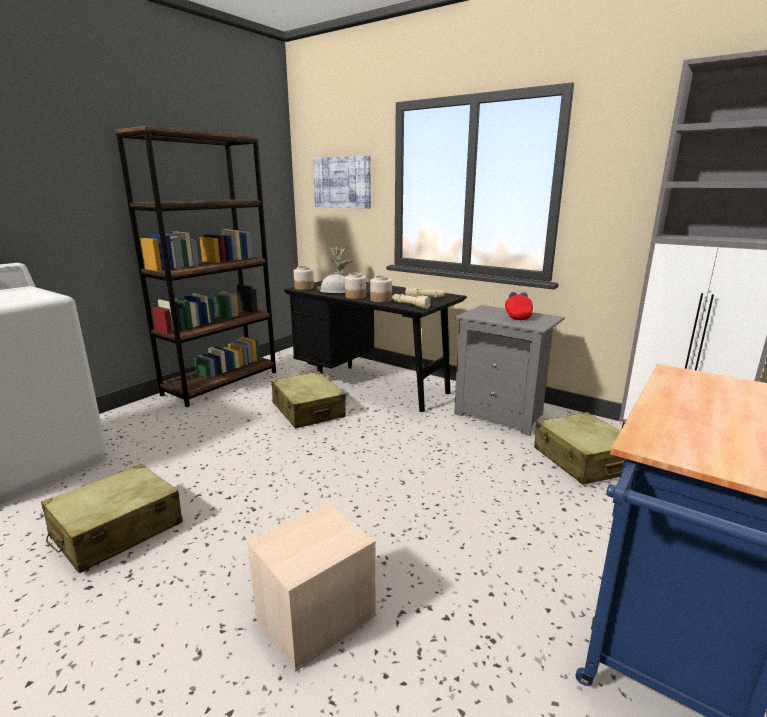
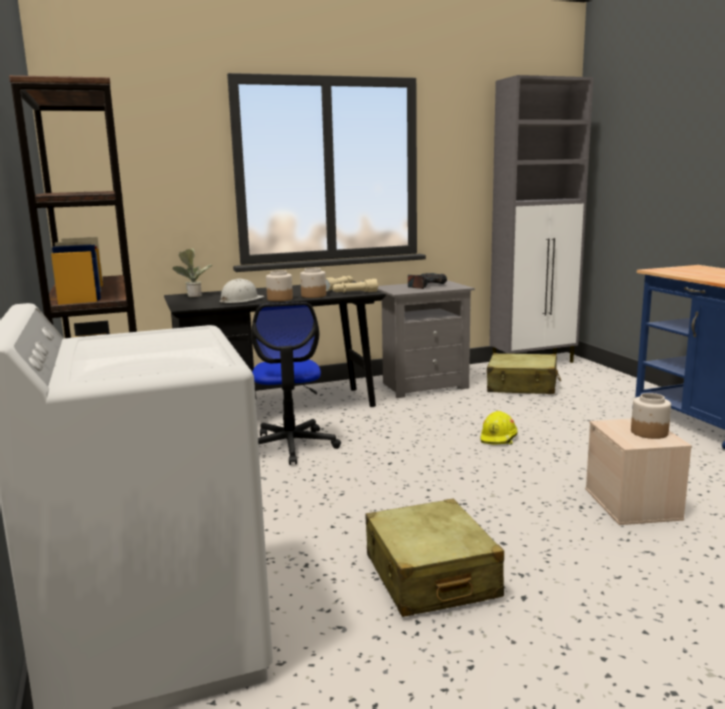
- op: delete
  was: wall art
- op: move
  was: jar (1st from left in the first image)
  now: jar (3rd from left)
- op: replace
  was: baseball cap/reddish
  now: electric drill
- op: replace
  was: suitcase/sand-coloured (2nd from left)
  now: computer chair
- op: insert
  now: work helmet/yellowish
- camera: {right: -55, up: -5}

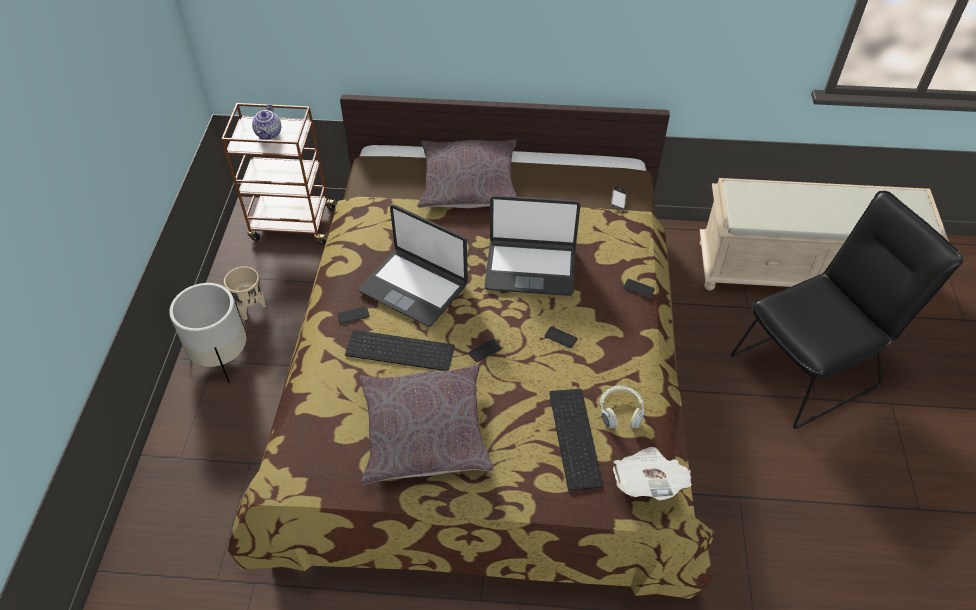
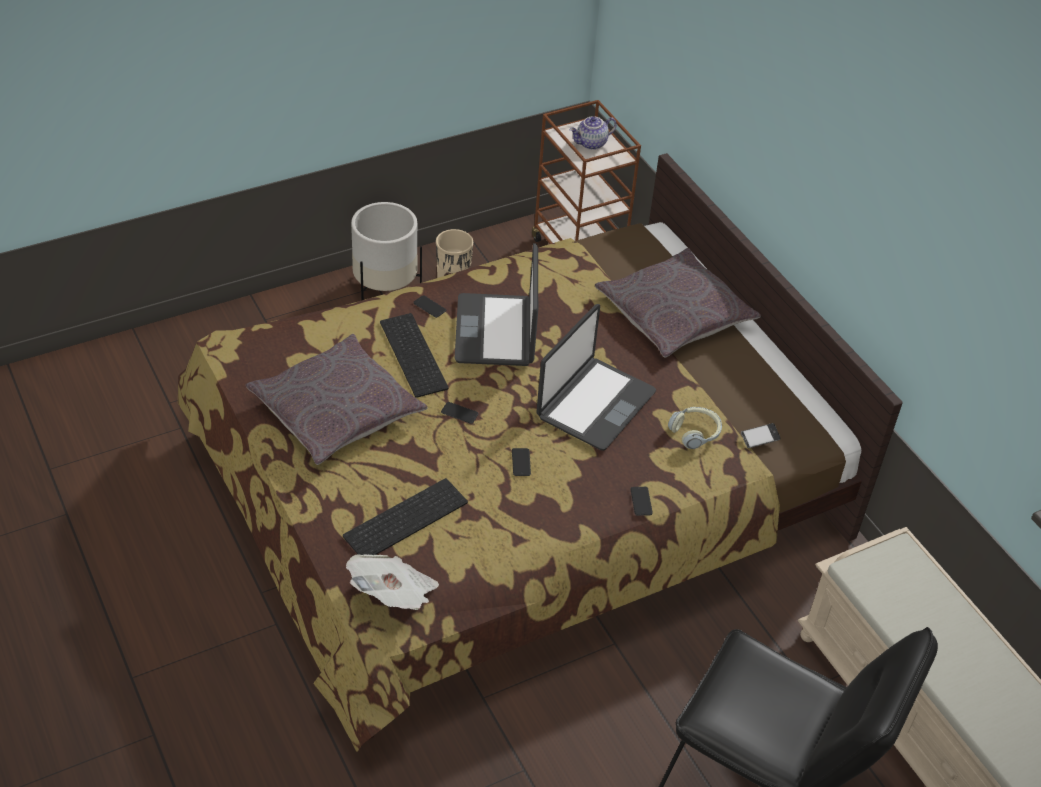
- op: rotate
  was: notebook computer (2nd from left)
  clockwise: -120
- op: move
  was: headphones
- camera: {right: 55, up: -5}

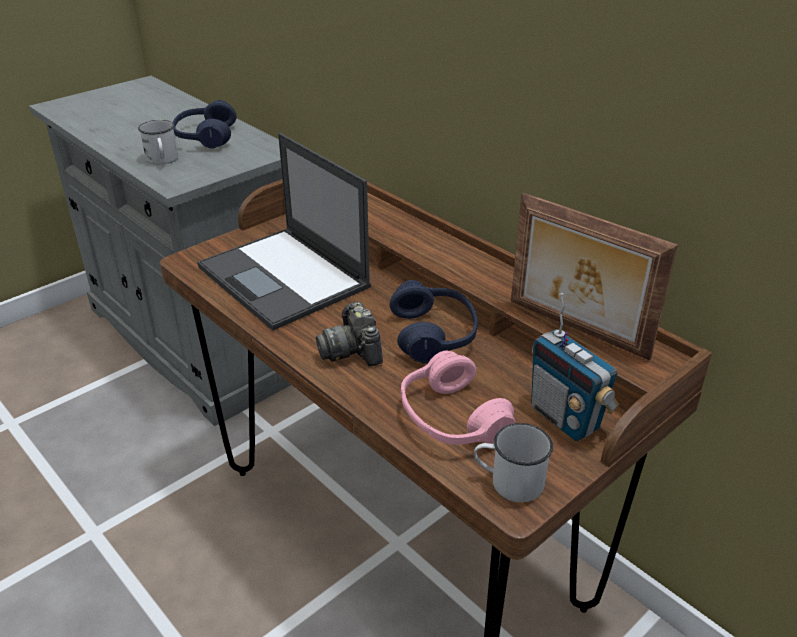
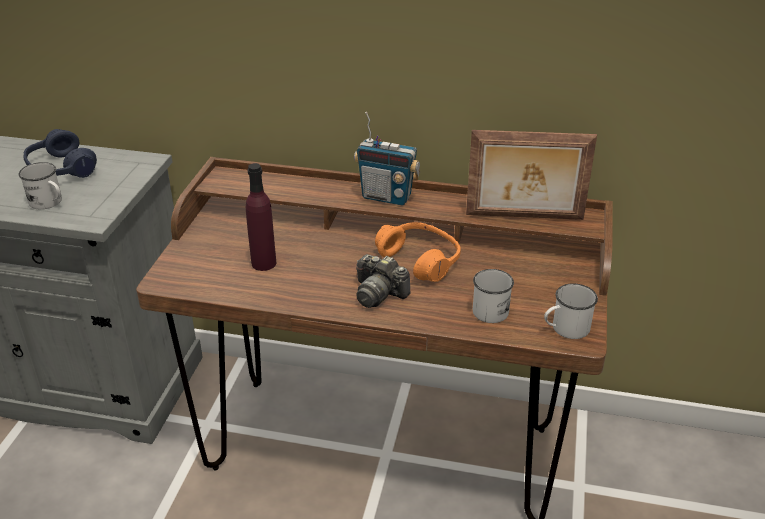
- op: replace
  was: notebook computer
  now: drink bottle/purple-coloured
- op: recolor
  was: headphones/blue-coloured (2nd from left)
  now: headphones/orange-coloured
- op: move
  was: radio receiver
- op: replace
  was: headphones/pink-coloured
  now: mug/white-coloured (2nd from left)
- camera: {right: -35, up: 0}

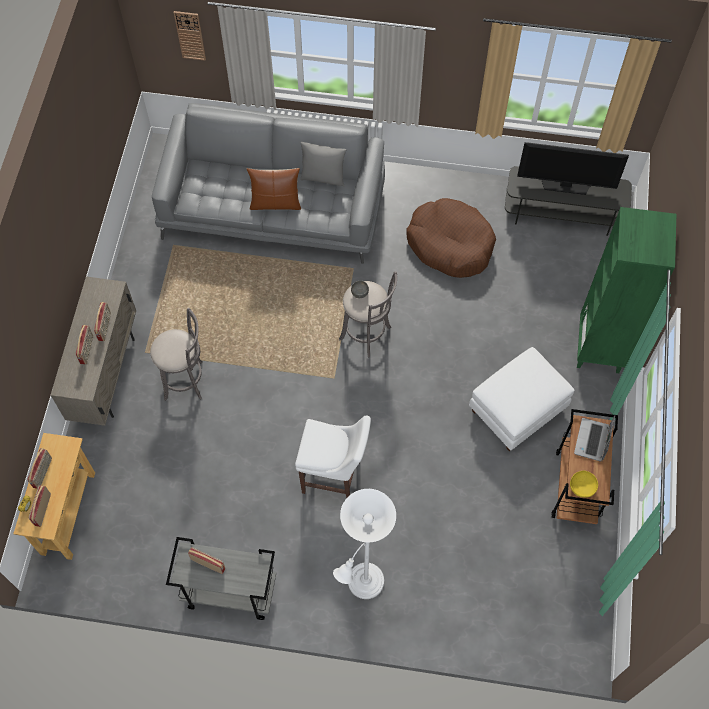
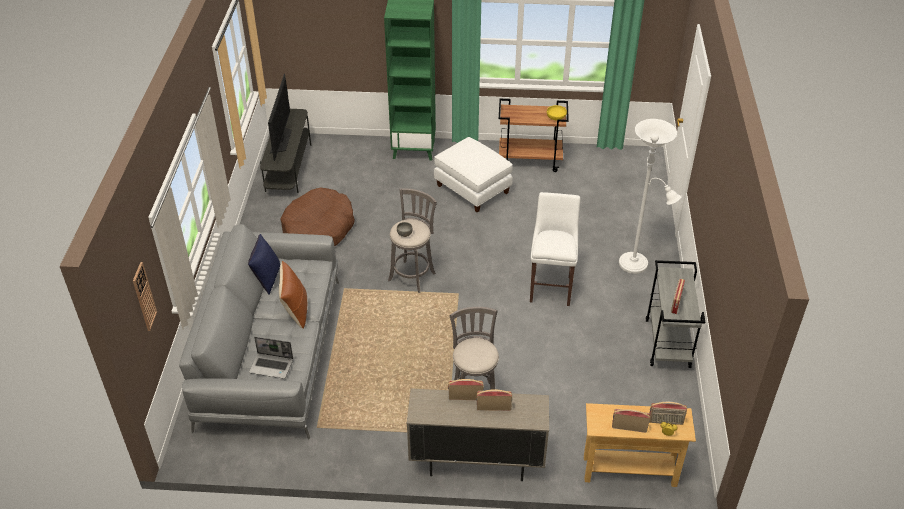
- op: recolor
  was: pillow/grey
  now: pillow/blue-coloured
- op: move
  was: notebook computer
- camera: {right: -95, up: -20}

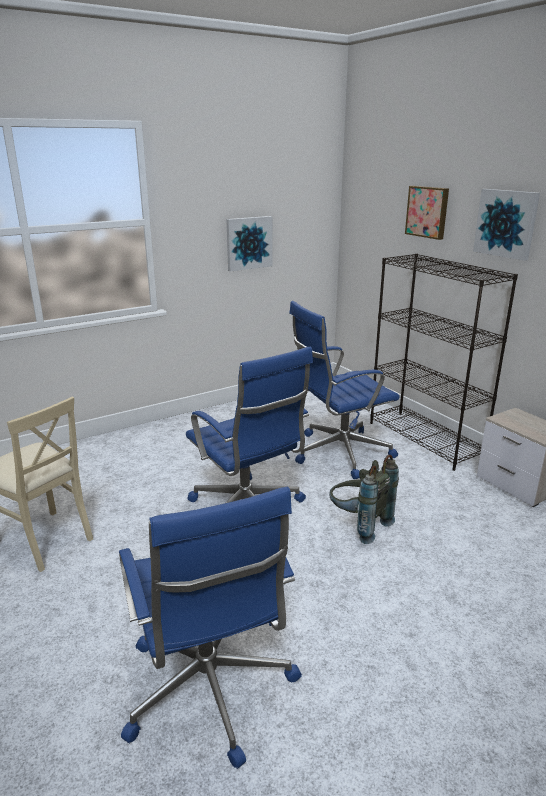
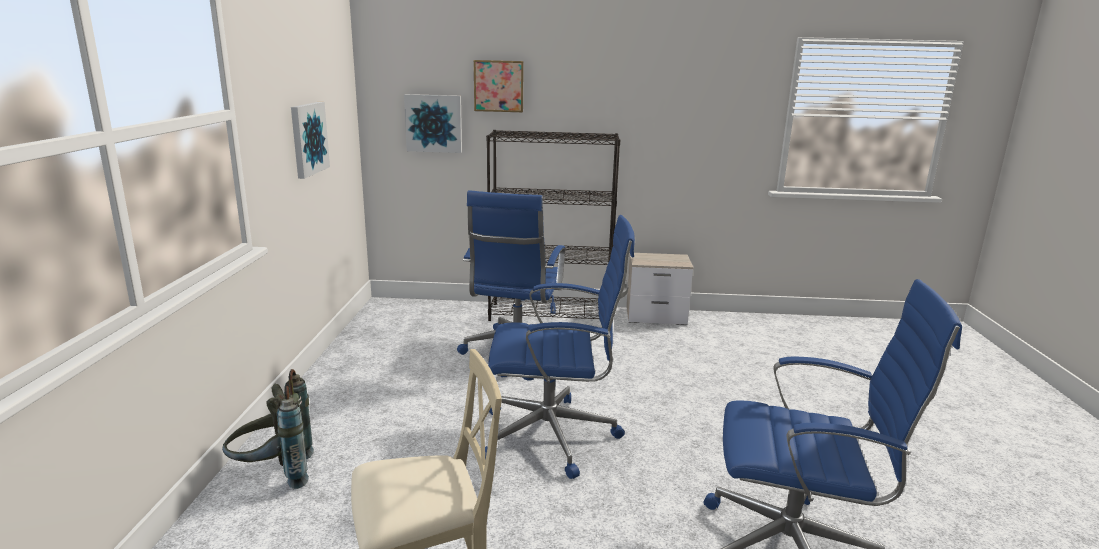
- op: move
  was: wall art (3rd from left in the first image)
  now: wall art (2nd from left)
- op: move
  was: backpack/grey
- camera: {right: -55, up: -5}

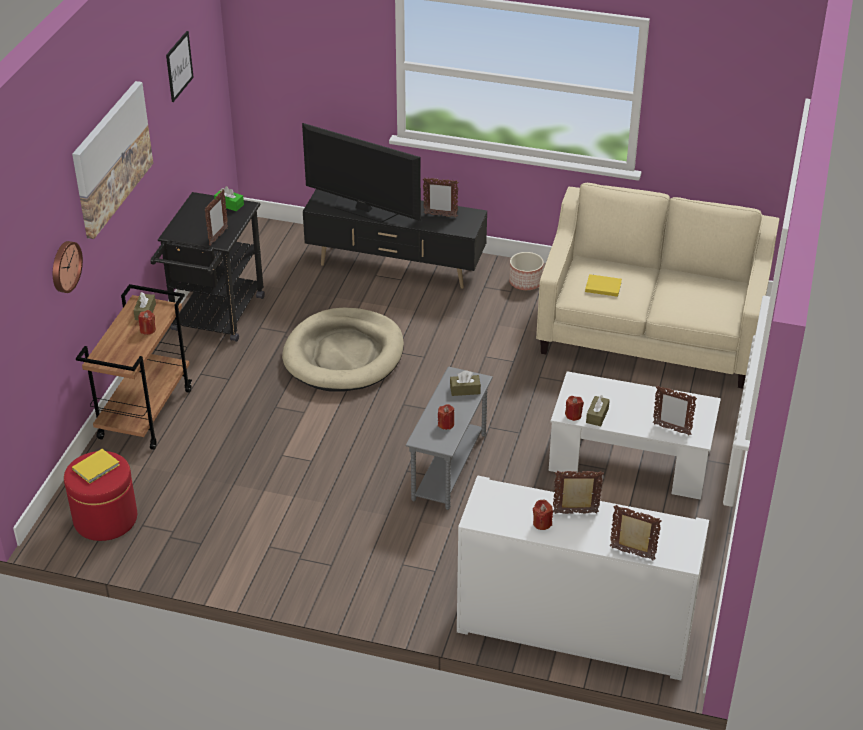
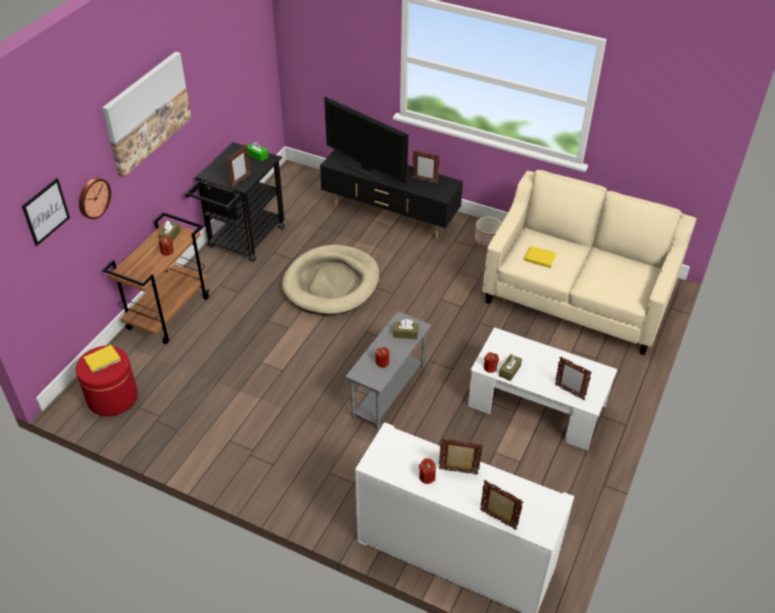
- op: move
  was: wall art (2nd from left in the first image)
  now: wall art (1st from left)
- camera: {right: 10, up: 5}

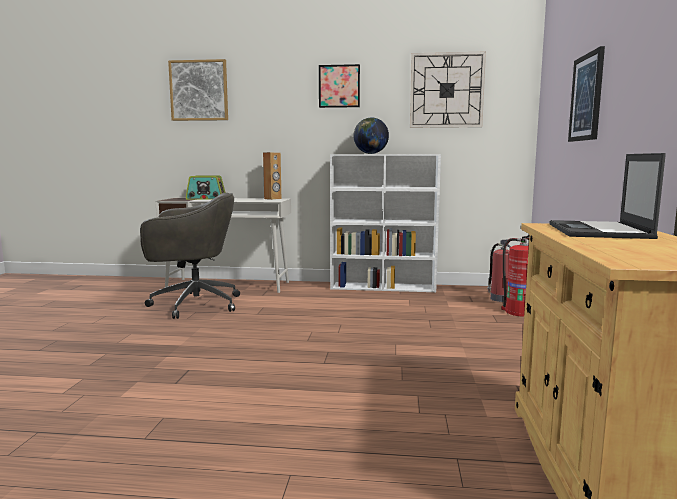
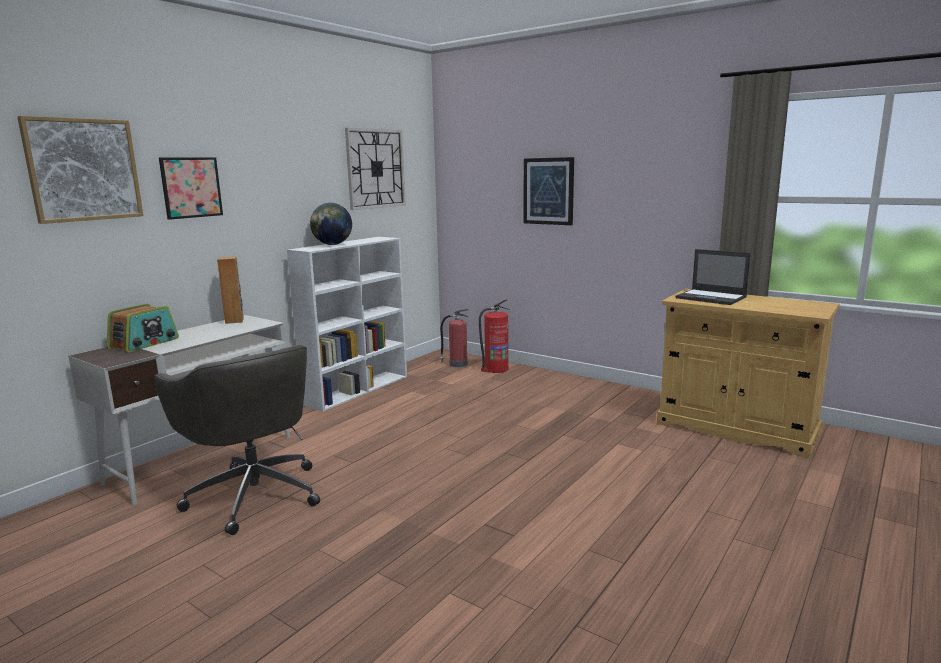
- op: move
  was: wall art (2nd from left)
- op: rotate
  was: computer chair/grey
  clockwise: 120
- camera: {right: -60, up: 5}

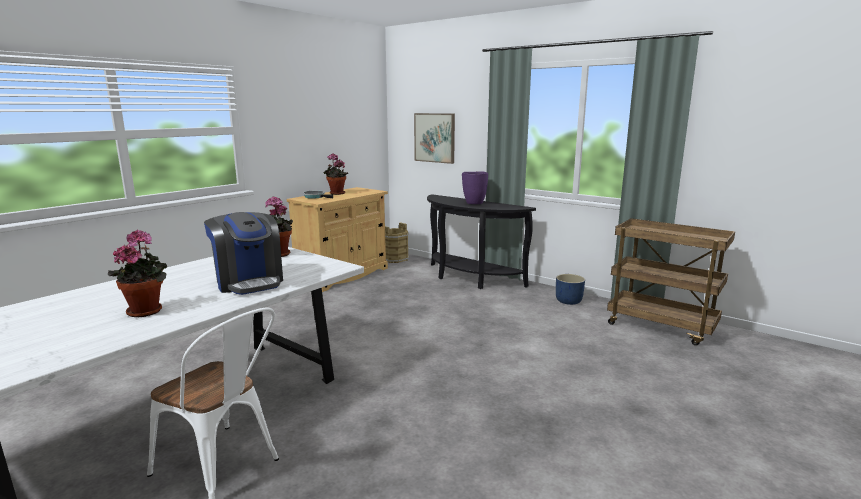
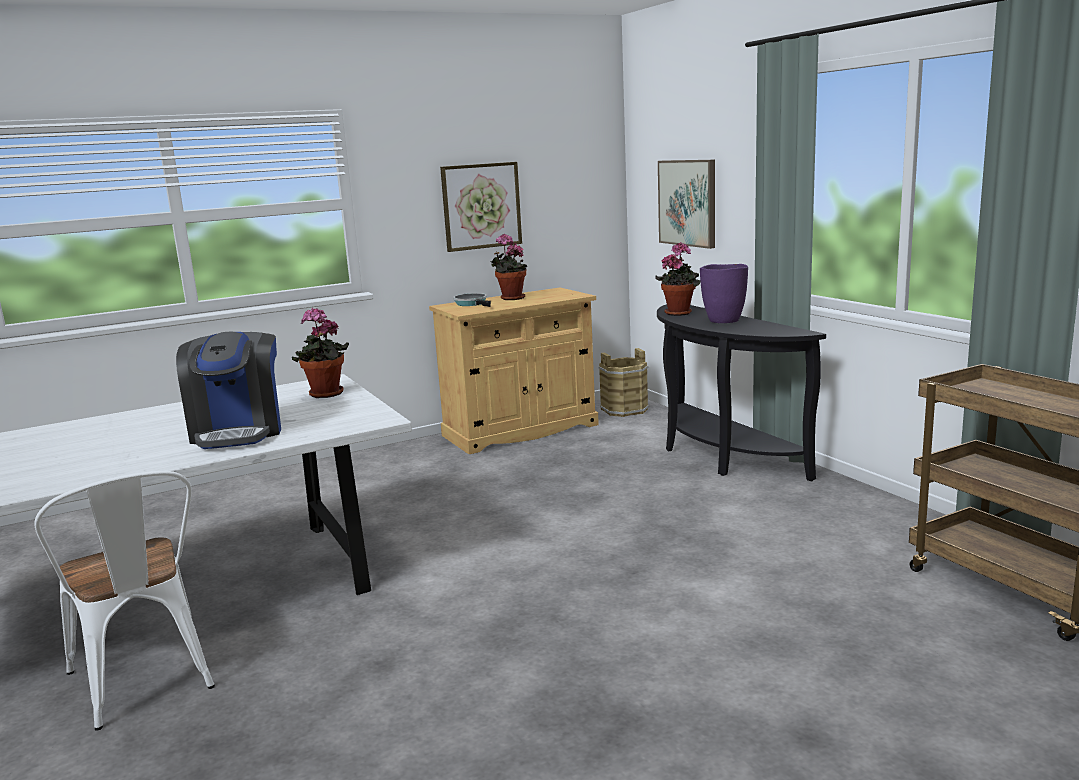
- op: move
  was: potted plant (1st from left in the first image)
  now: potted plant (3rd from left)
- op: delete
  was: flower pot/blue-coloured
- op: insert
  now: wall art (1st from left)
- camera: {right: 25, up: 0}

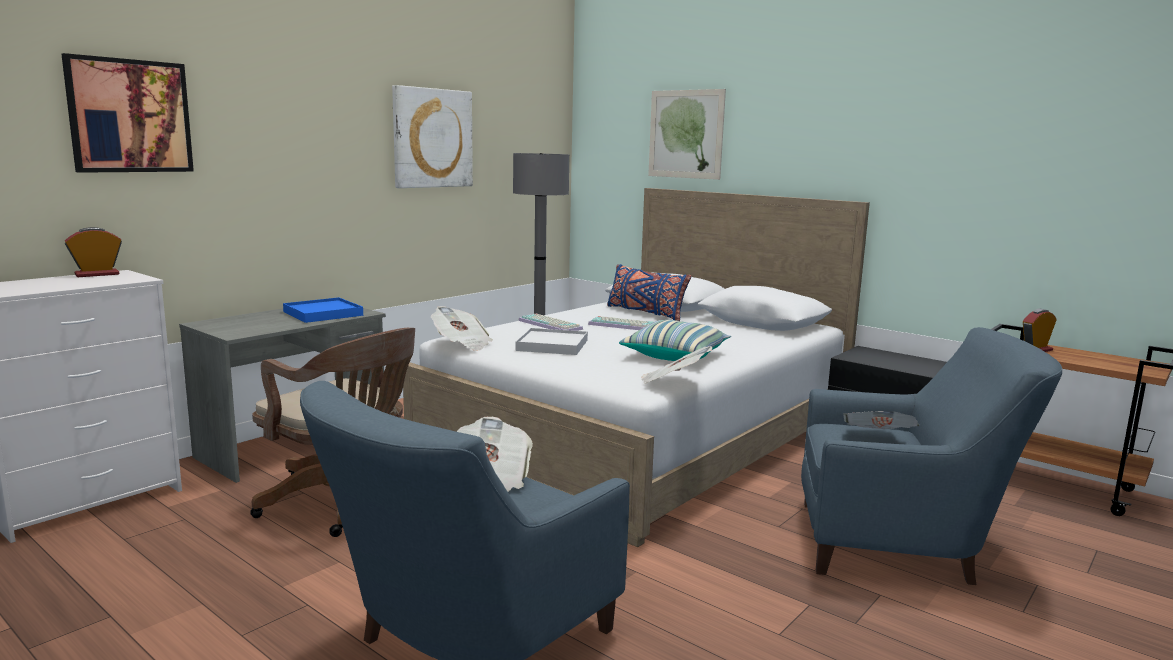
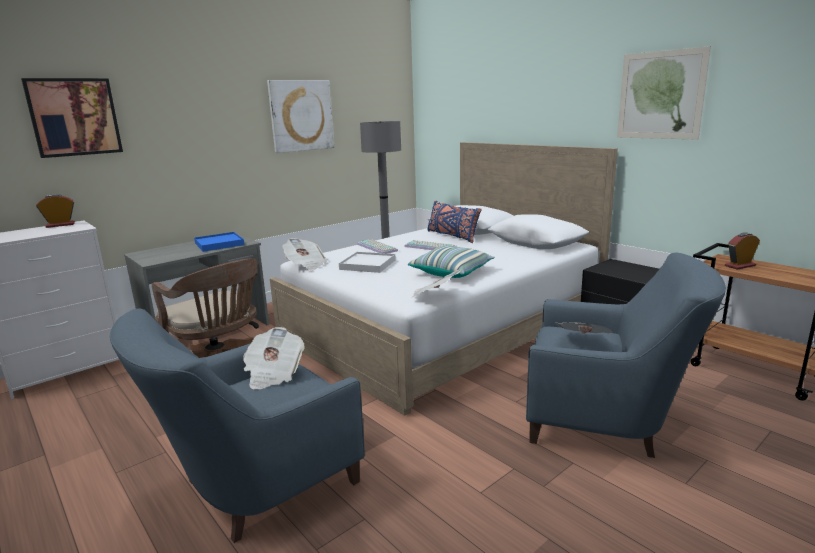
- op: move
  was: wall art (3rd from left)
- camera: {right: 10, up: 5}

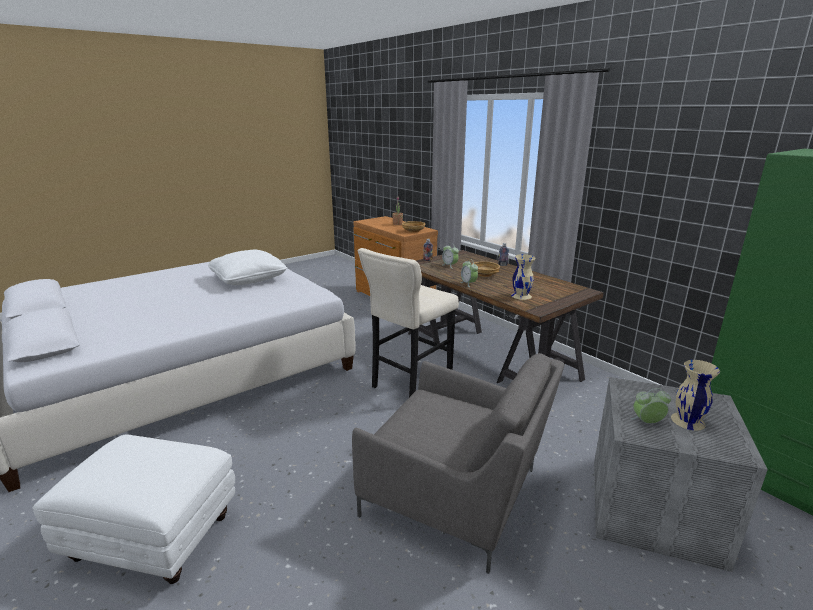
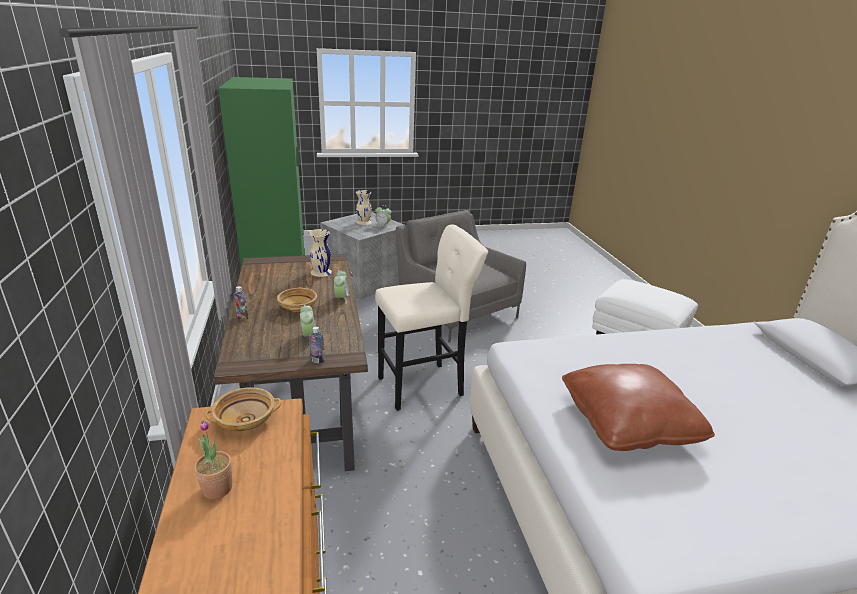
- op: recolor
  was: pillow/white-coloured
  now: pillow/brown
- camera: {right: -155, up: 5}

